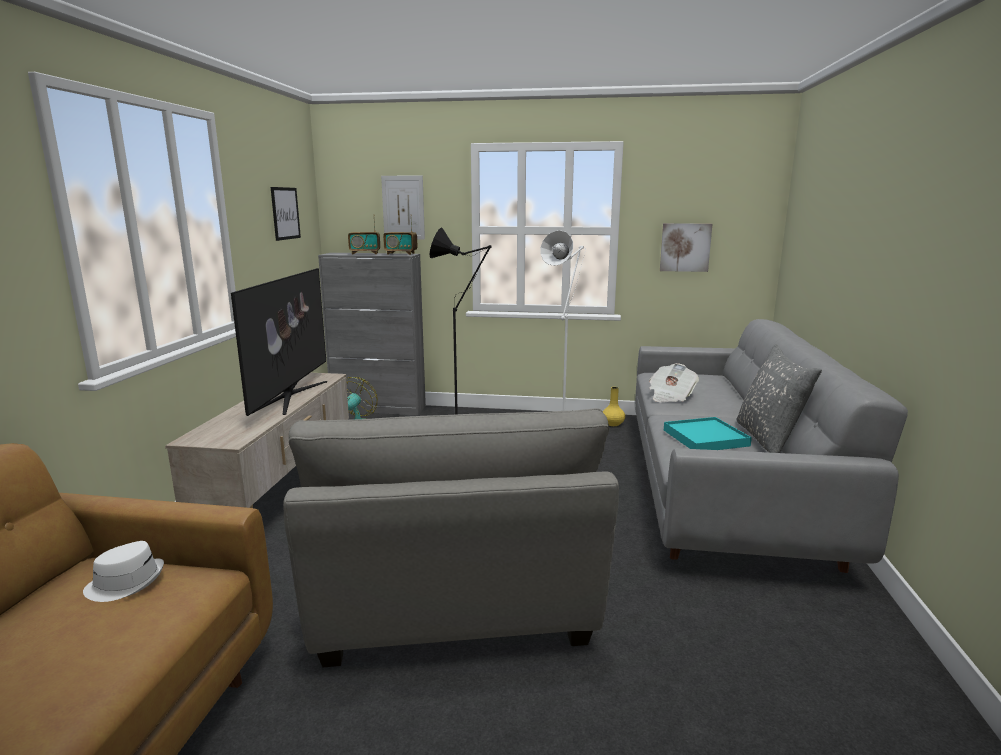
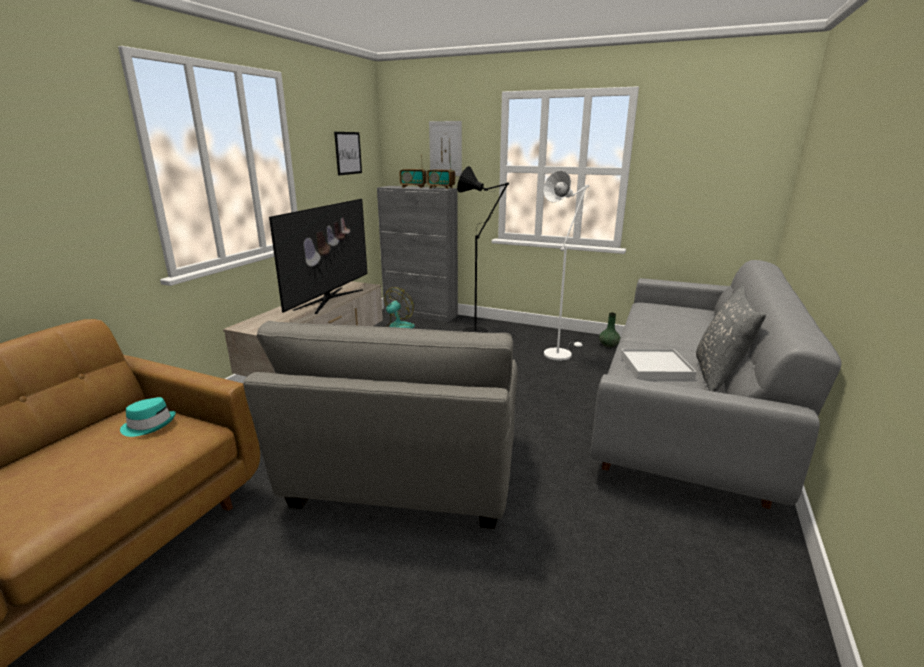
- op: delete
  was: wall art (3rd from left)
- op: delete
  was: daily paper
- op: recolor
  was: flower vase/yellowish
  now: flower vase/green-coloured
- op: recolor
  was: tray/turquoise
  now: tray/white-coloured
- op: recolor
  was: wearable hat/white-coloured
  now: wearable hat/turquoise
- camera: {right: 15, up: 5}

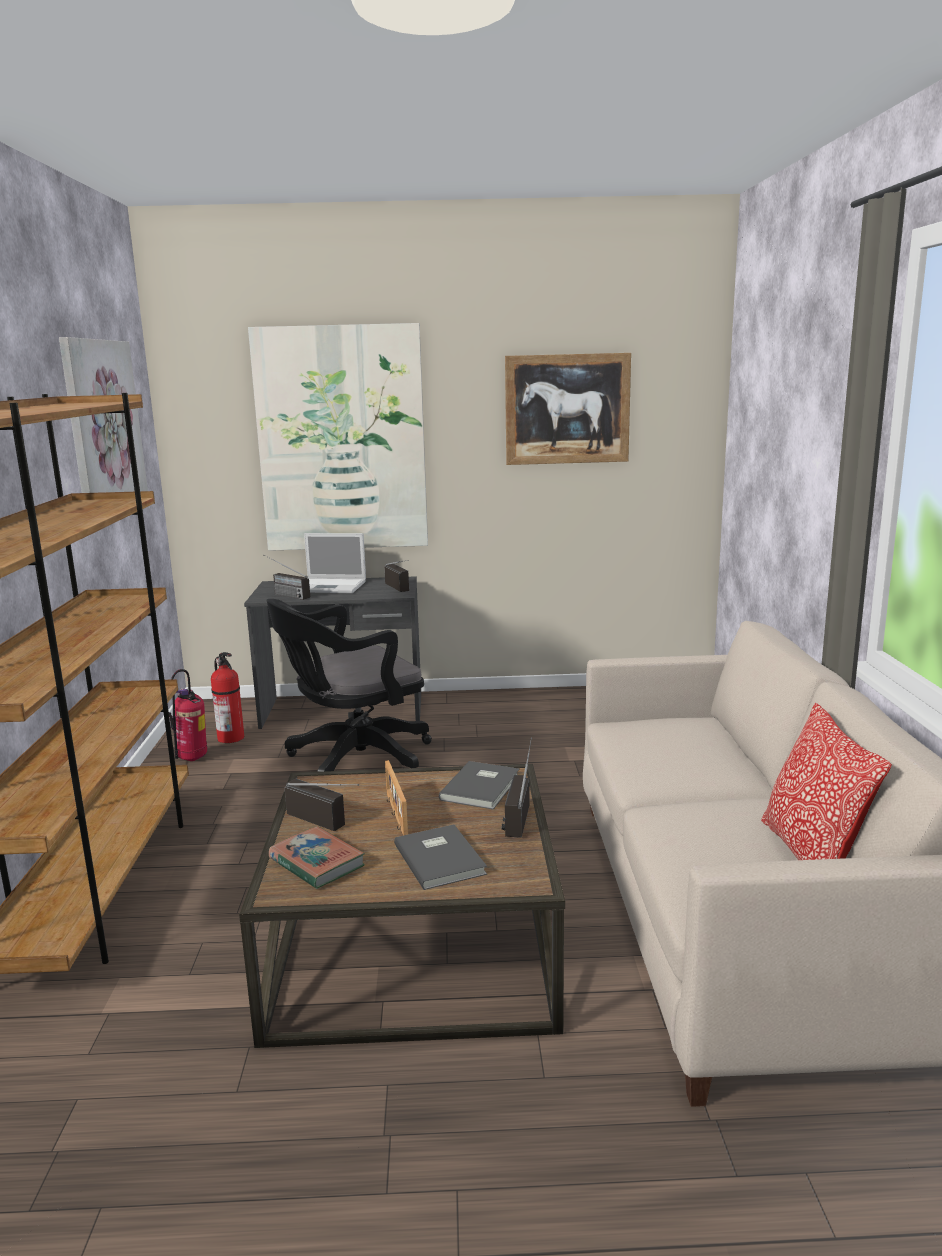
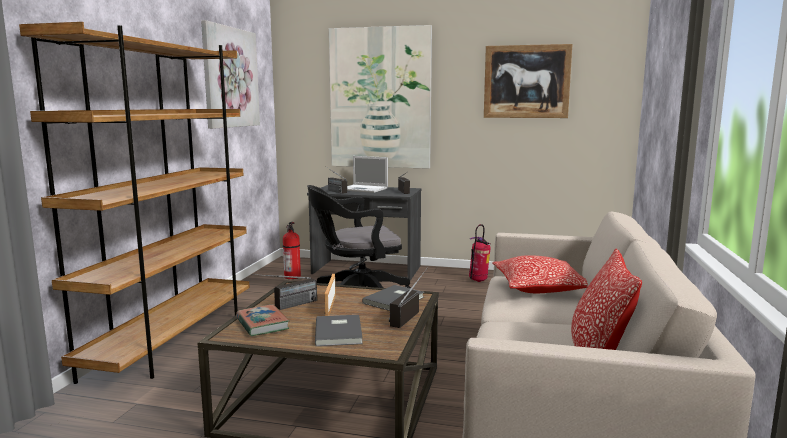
- op: move
  was: extinguisher (1st from left in the first image)
  now: extinguisher (2nd from left)
- op: rotate
  was: radio receiver (2nd from left in the first image)
  clockwise: 90
- op: insert
  now: pillow (1st from left)
- camera: {right: 15, up: -5}

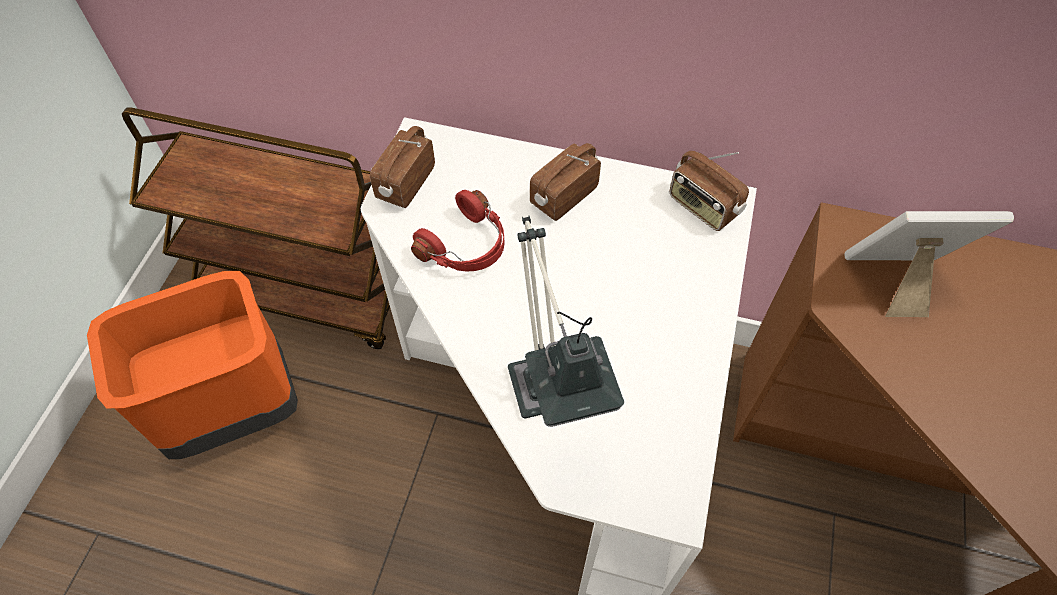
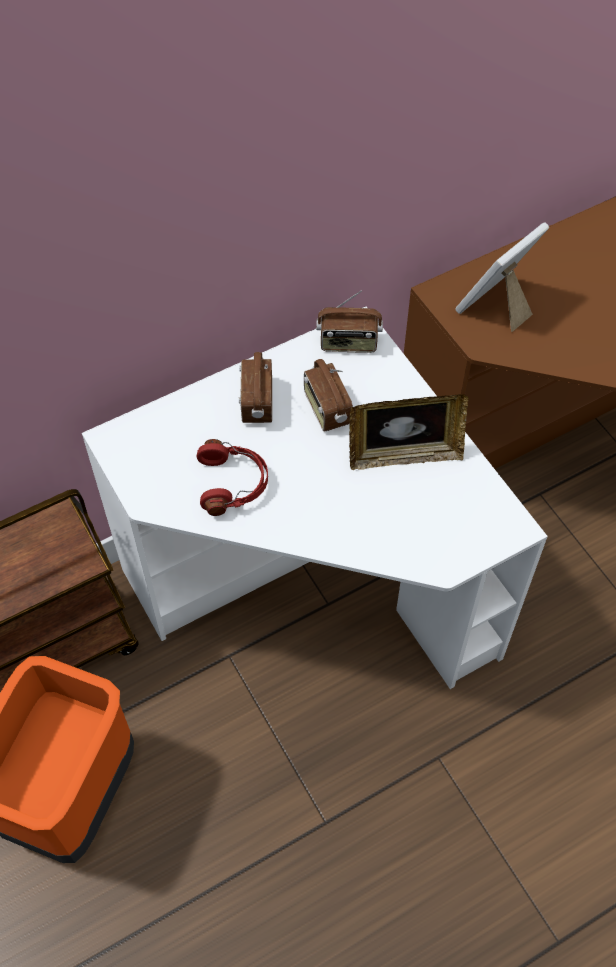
- op: move
  was: radio receiver (1st from left in the first image)
  now: radio receiver (2nd from left)
- op: delete
  was: lamp for a table
- op: insert
  now: photo frame (1st from left)
- camera: {right: -45, up: 0}

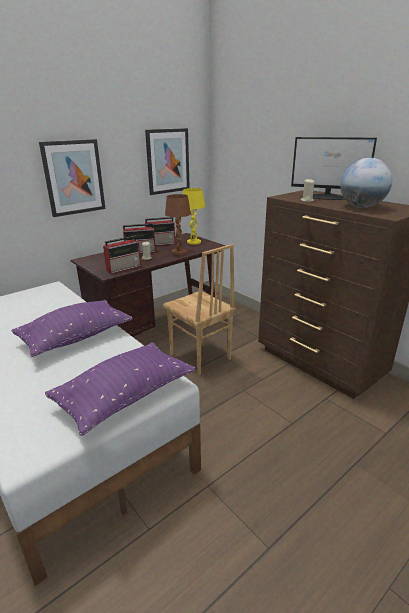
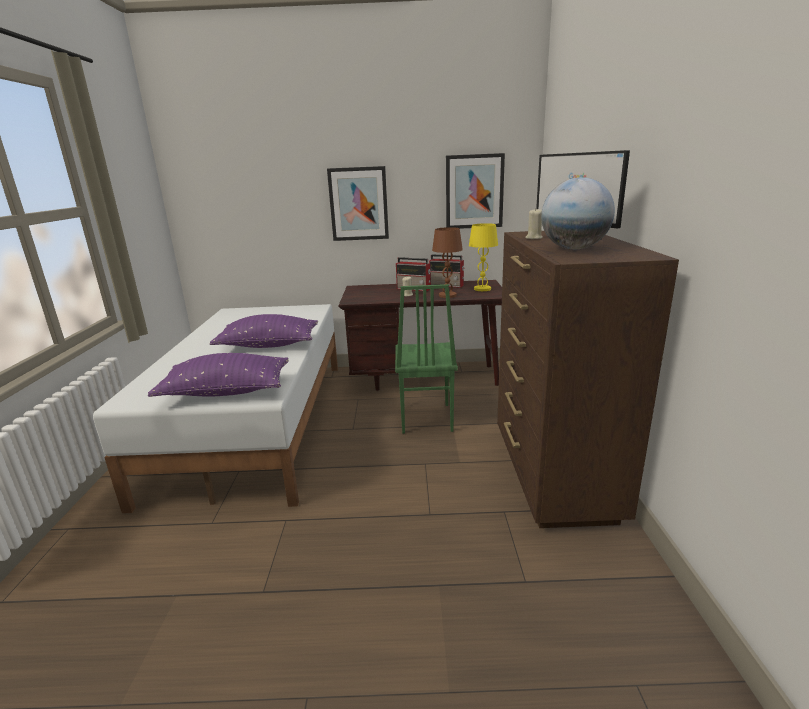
- op: delete
  was: radio receiver (1st from left)
- op: recolor
  was: chair/brown
  now: chair/green-coloured
- camera: {right: 40, up: -5}

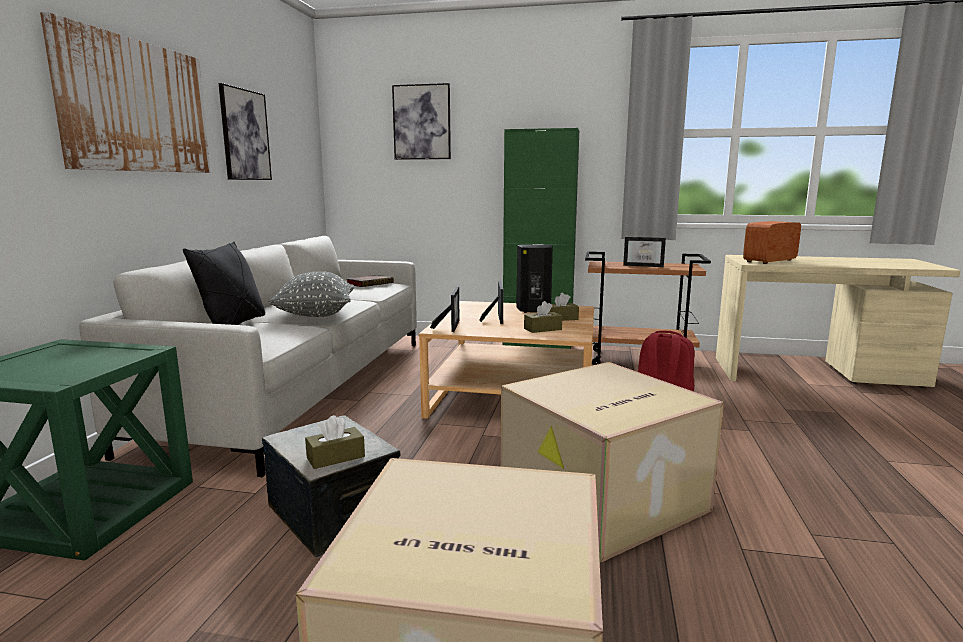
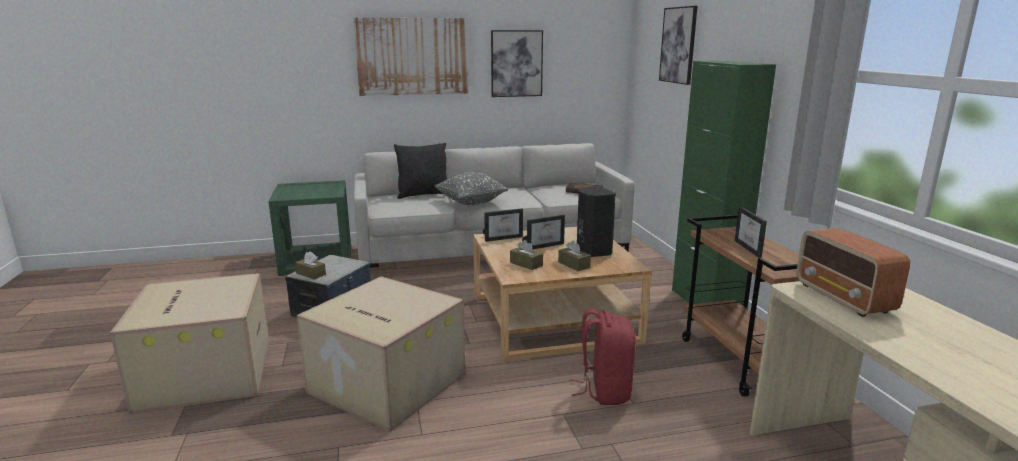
- op: rotate
  was: radio receiver
  clockwise: -135
- camera: {right: 65, up: 5}

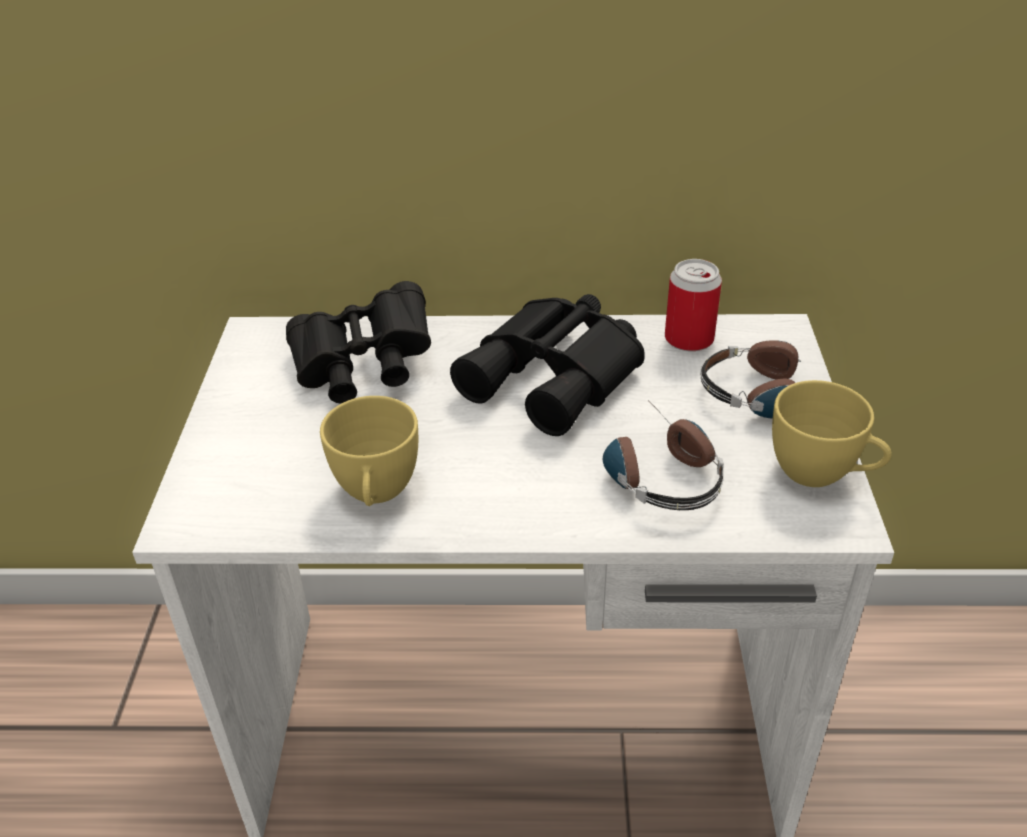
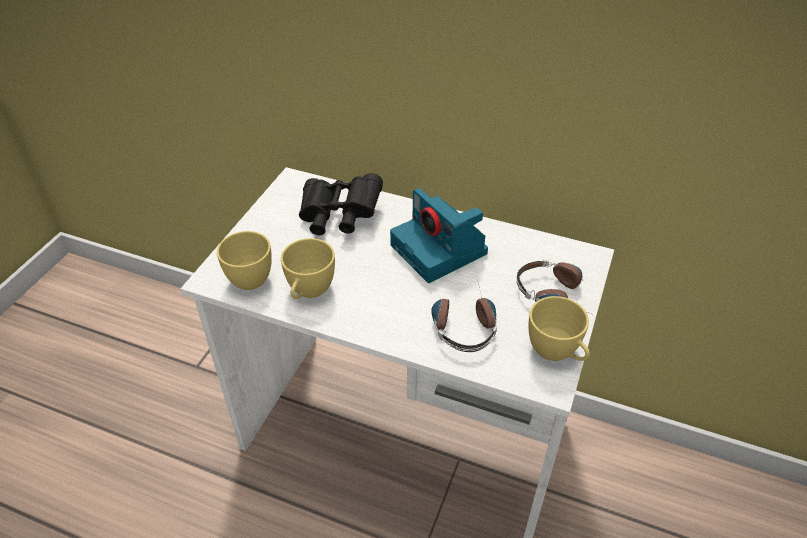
- op: delete
  was: can
- op: replace
  was: pair of binoculars/black-coloured (2nd from left)
  now: still camera
- op: insert
  now: small cup/yellowish (1st from left)
- camera: {right: 20, up: 5}

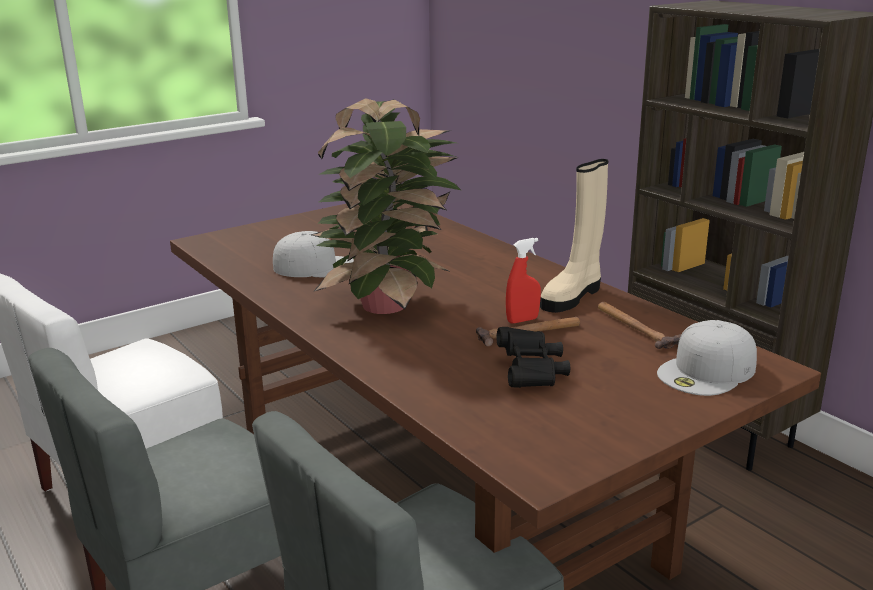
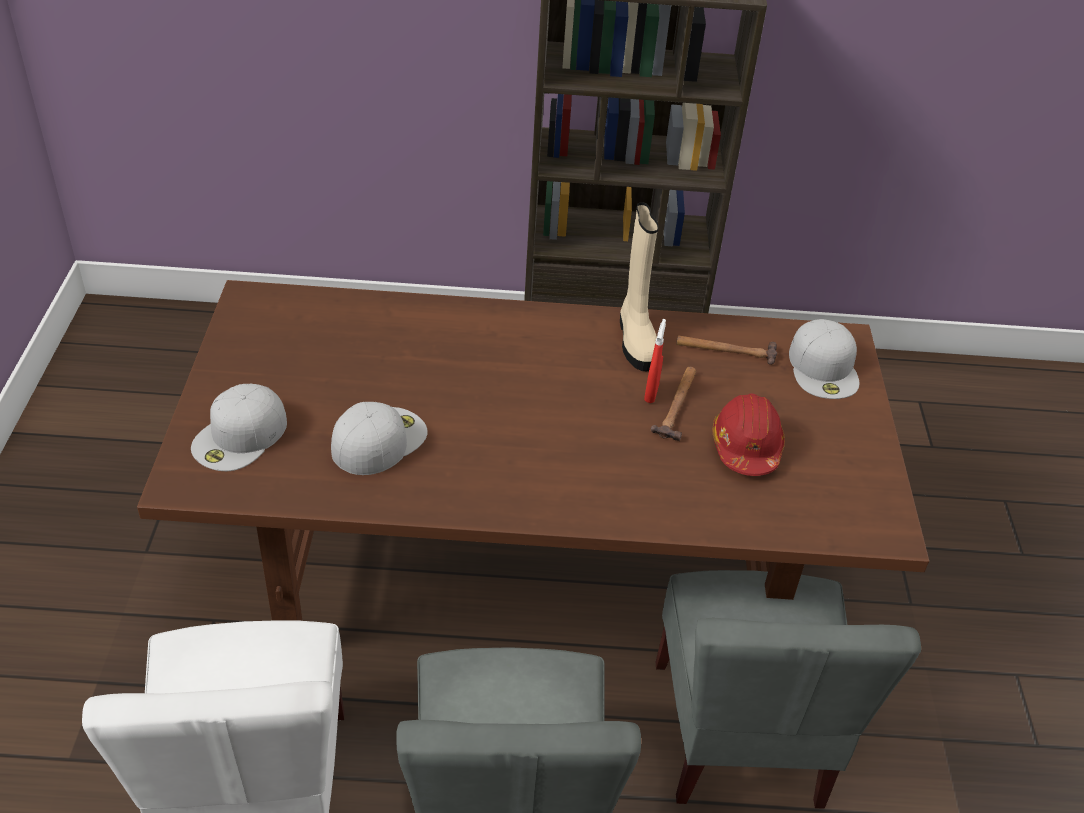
- op: delete
  was: potted plant
- op: replace
  was: pair of binoculars/black-coloured
  now: work helmet/reddish
- op: insert
  now: baseball cap/white-coloured (1st from left)
- camera: {right: -55, up: 20}

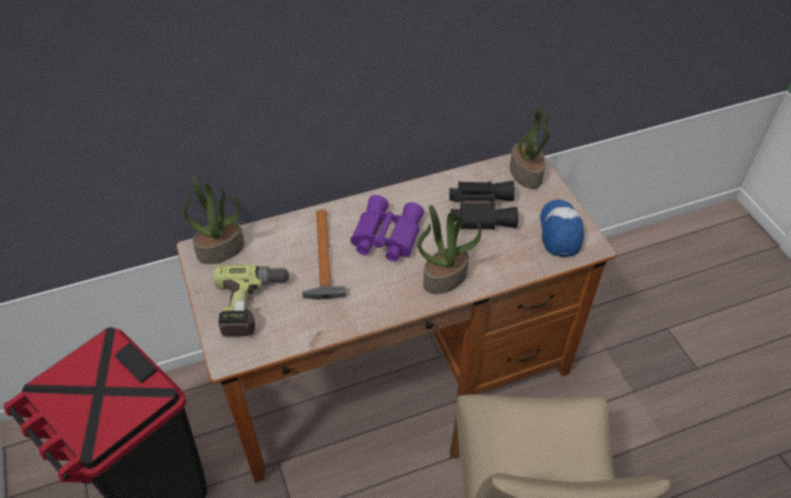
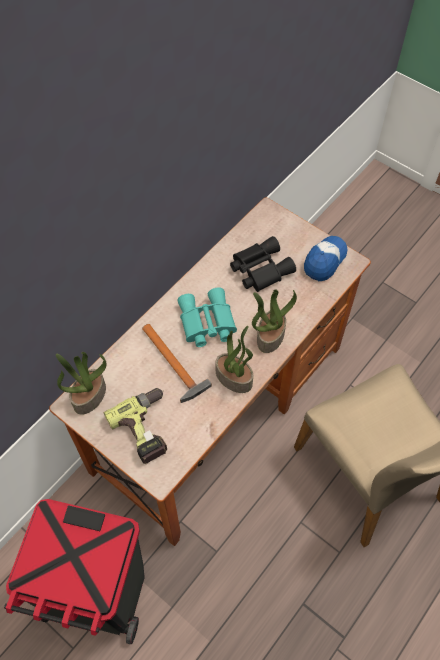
- op: move
  was: potted plant (3rd from left in the first image)
  now: potted plant (2nd from left)
- op: recolor
  was: pair of binoculars/purple-coloured
  now: pair of binoculars/turquoise
- op: rotate
  was: baseball cap
  clockwise: 60
- camera: {right: -30, up: 10}

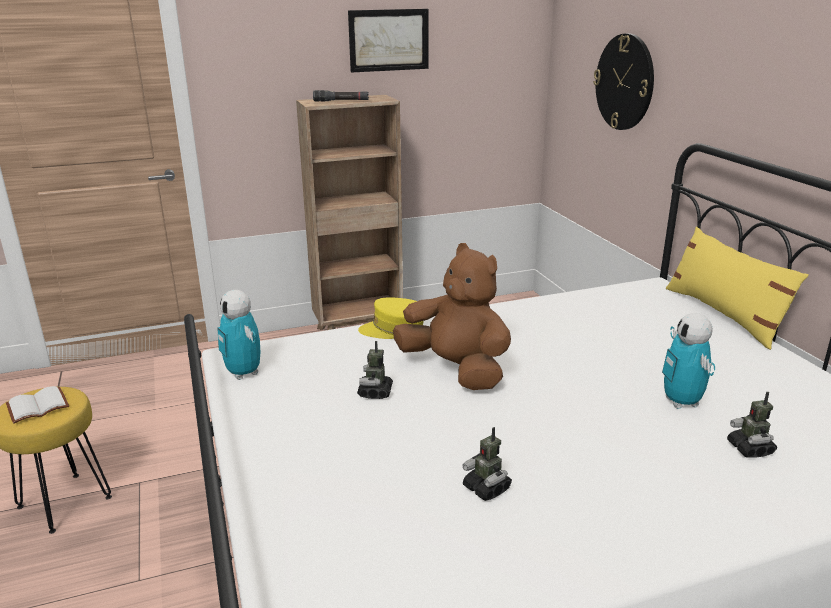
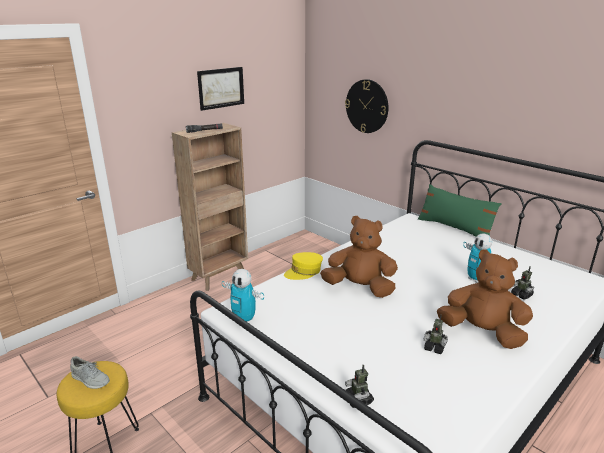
- op: recolor
  was: pillow/yellowish
  now: pillow/green-coloured
- op: move
  was: robot figure (2nd from left)
- op: replace
  was: book/white-coloured
  now: shoe/grey
- op: insert
  now: cuddly toy/brown (2nd from left)
- camera: {right: -25, up: 0}

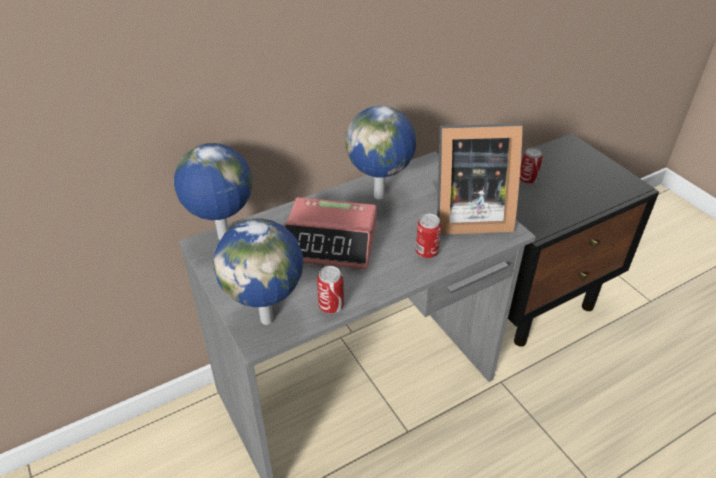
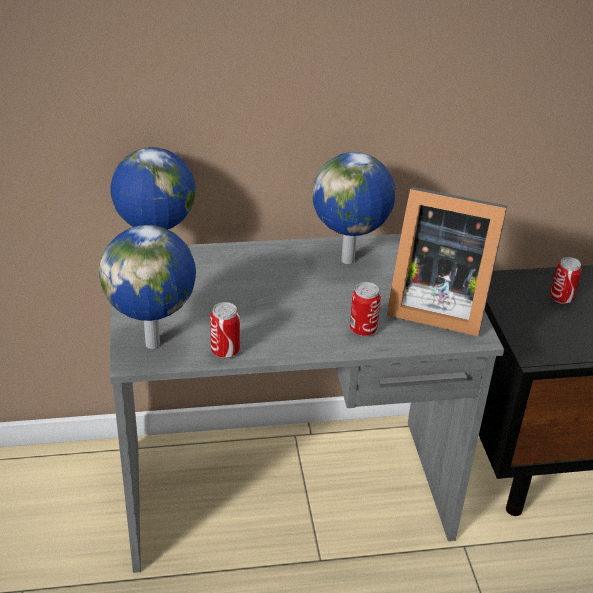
- op: delete
  was: table clock
- camera: {right: 20, up: -5}

